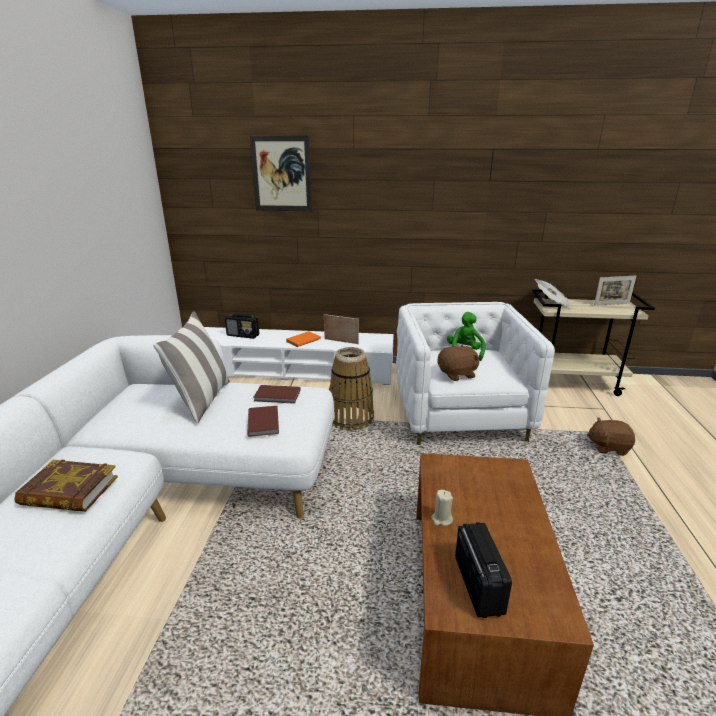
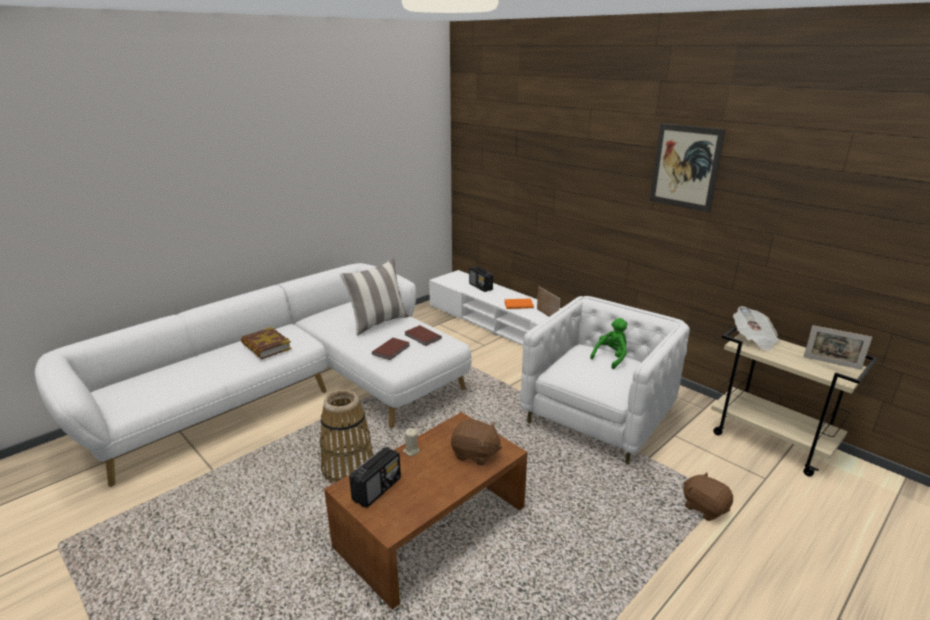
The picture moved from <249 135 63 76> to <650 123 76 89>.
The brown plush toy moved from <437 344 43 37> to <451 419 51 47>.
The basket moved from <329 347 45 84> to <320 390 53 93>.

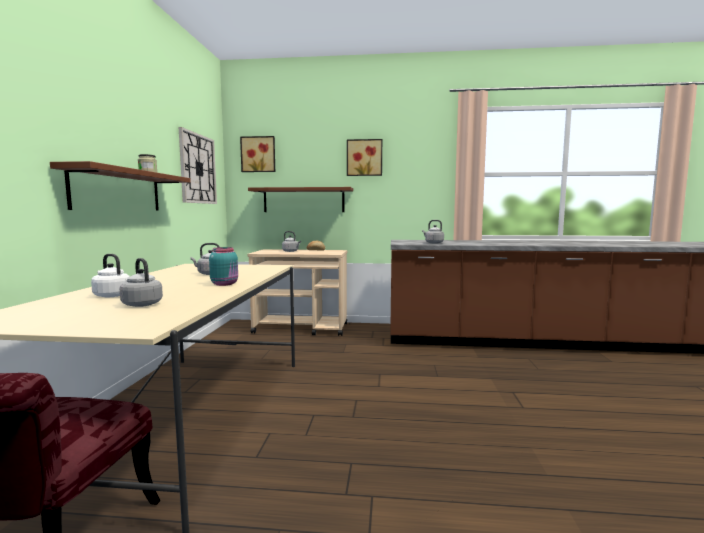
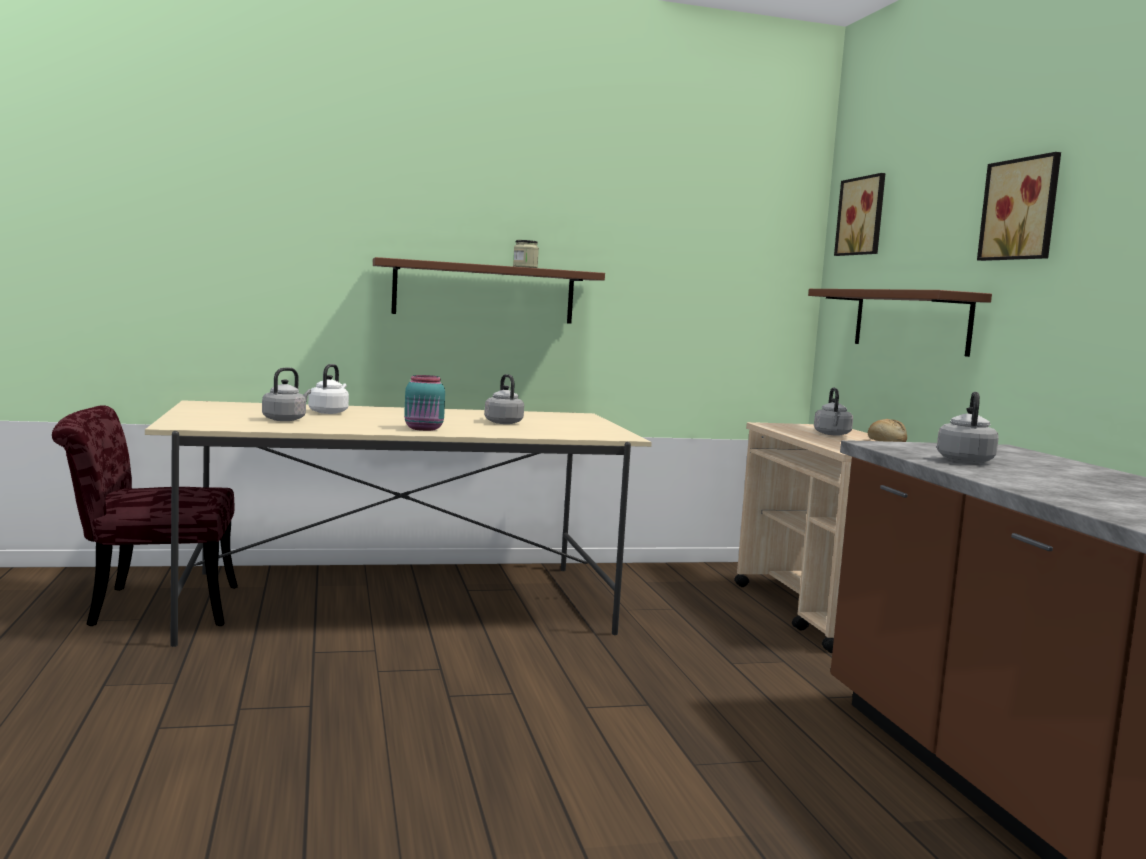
The wall clock at <179 127 38 77> disappeared.

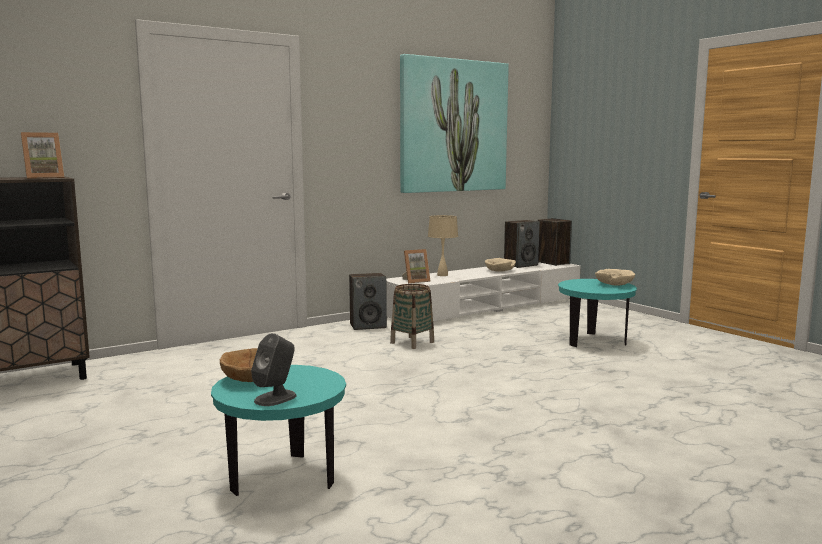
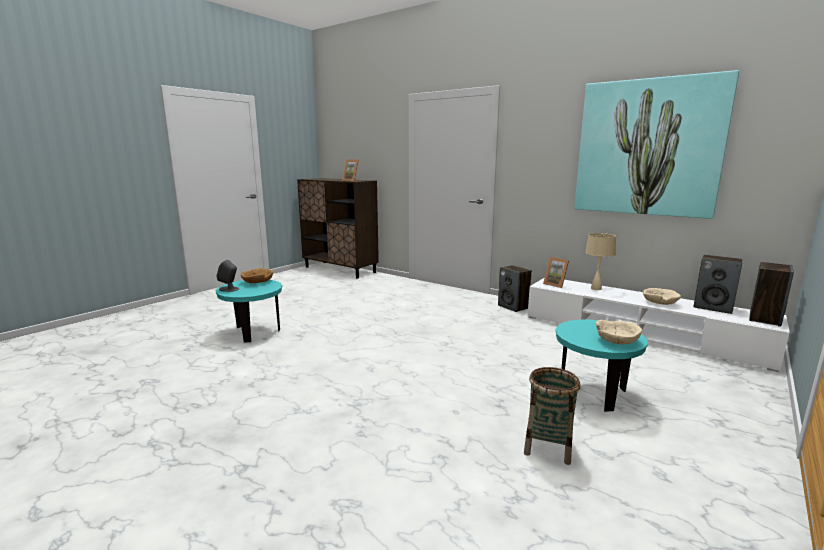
The basket moved from <390 284 44 65> to <524 367 57 98>.

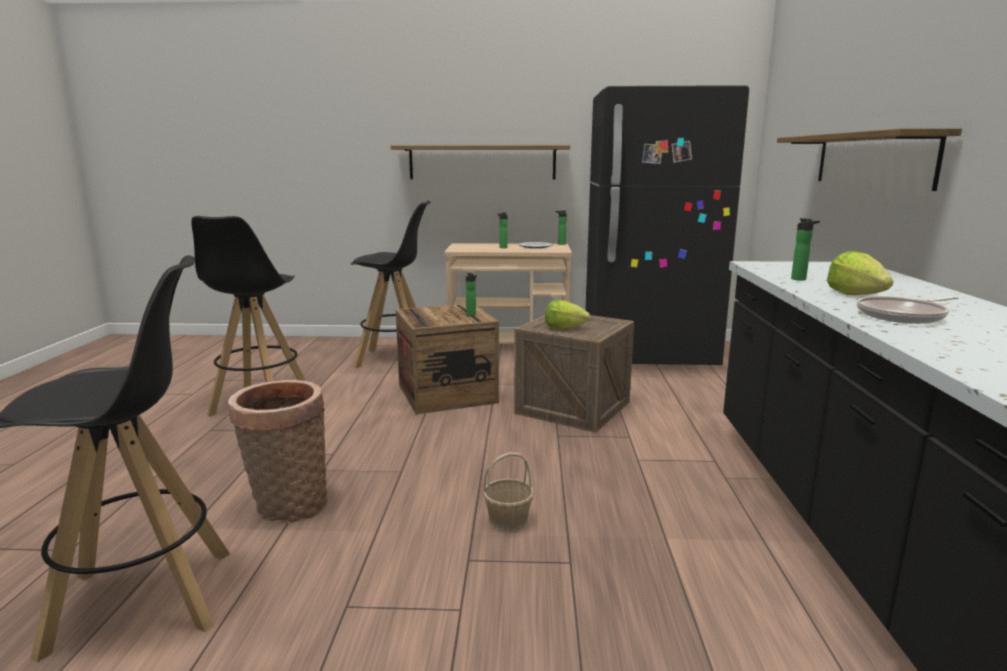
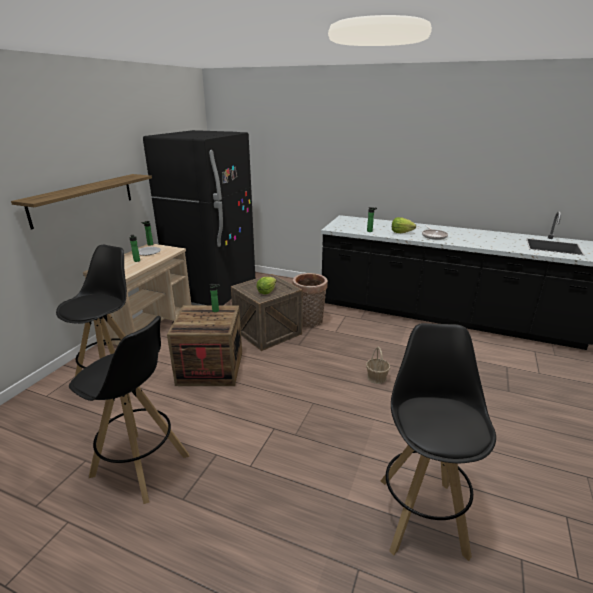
The shelf at <777 128 185 63> disappeared.
The basket moved from <228 380 100 143> to <293 273 35 54>.

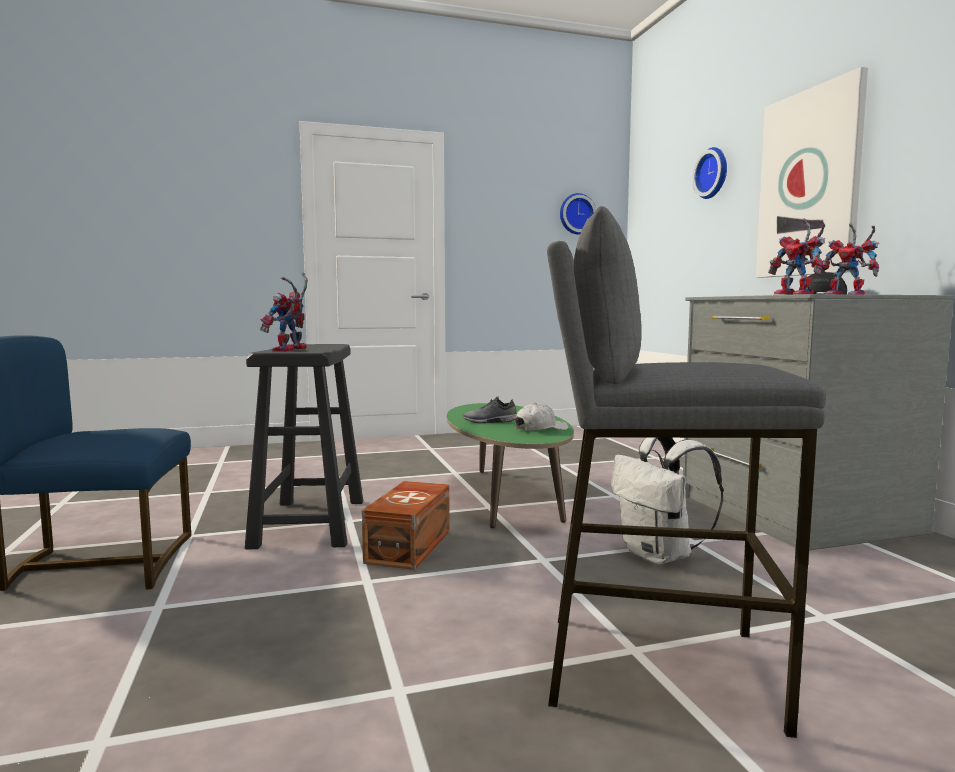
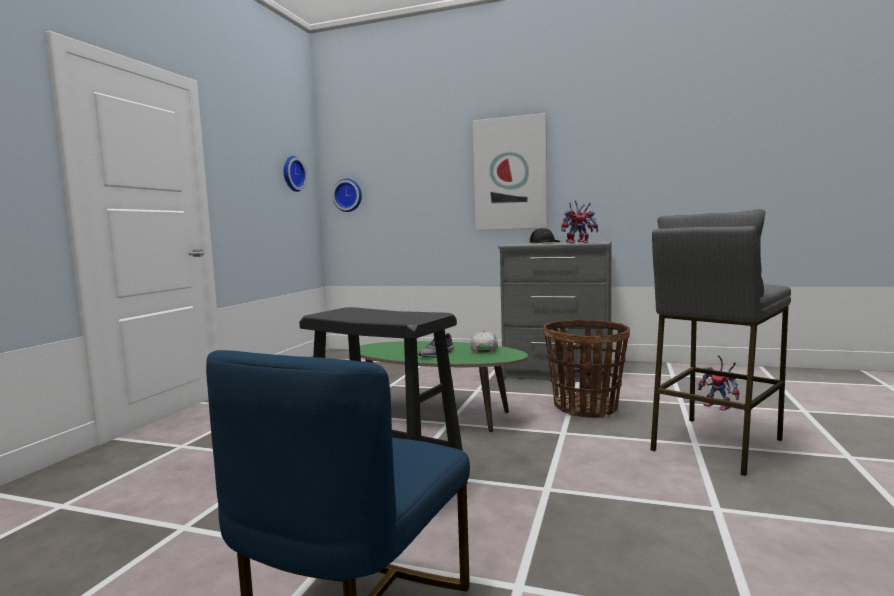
The wall clock moved from <692 147 35 52> to <332 179 30 33>.
The toy robot moved from <260 273 48 78> to <698 355 42 56>.
The white backpack at <611 438 113 127> was replaced by the basket at <543 320 87 98>.
The brown storage box at <362 481 88 89> disappeared.

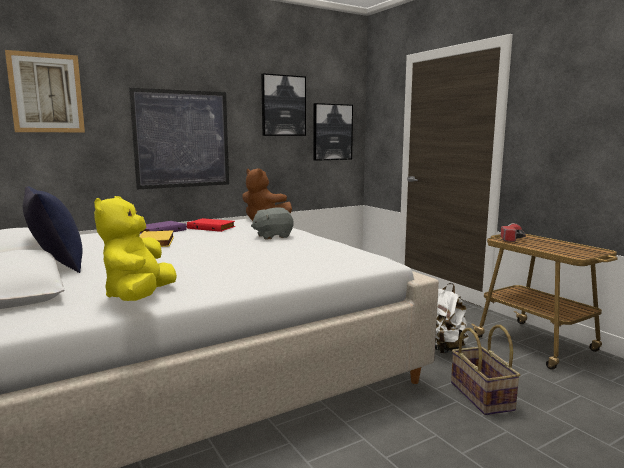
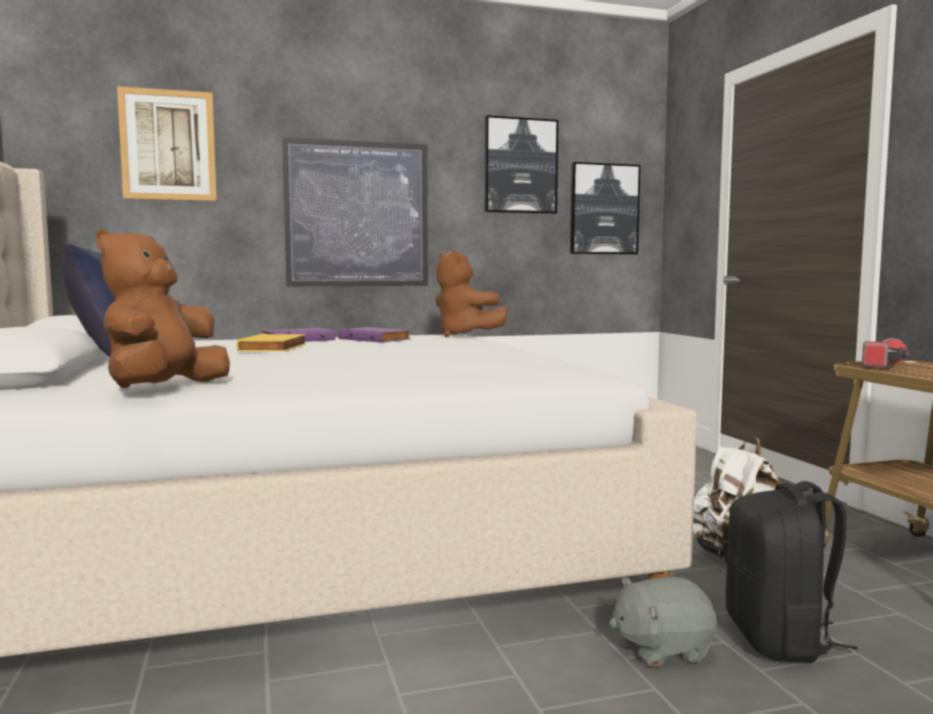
The yellow plush toy at <94 196 83 105> became the brown plush toy at <96 229 134 159>.
The grey plush toy moved from <251 208 42 32> to <609 577 108 89>.
The red book at <187 218 48 14> became the purple book at <338 327 73 16>.
The basket at <451 325 69 90> was replaced by the black backpack at <726 481 132 182>.

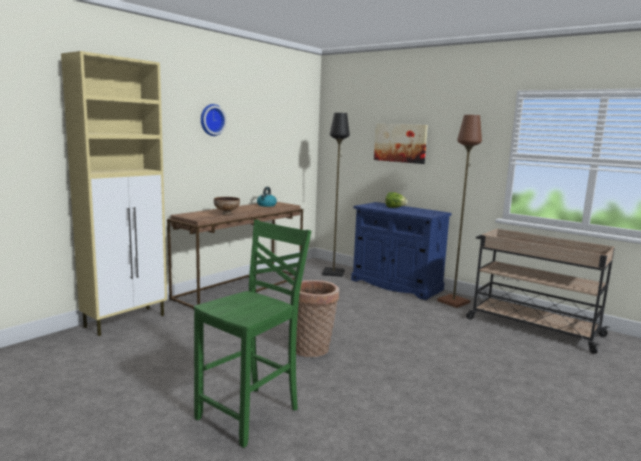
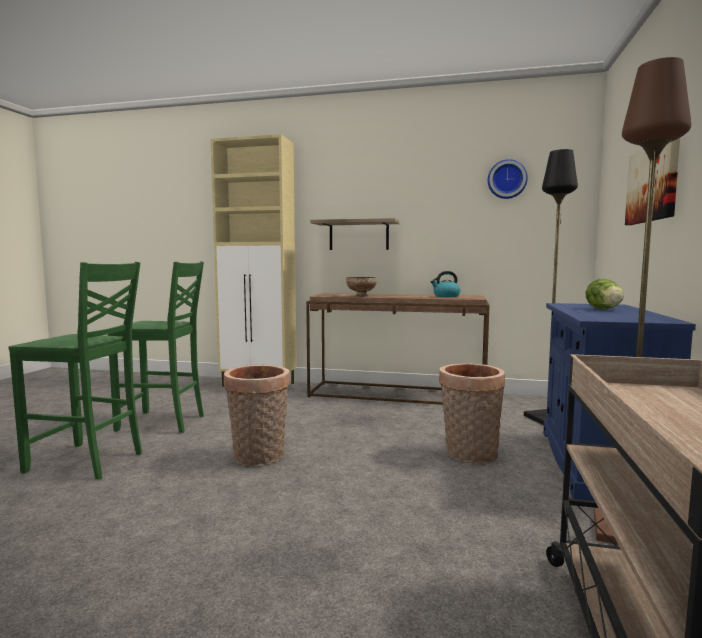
The wall clock moved from <201 104 25 32> to <488 159 40 40>.
The shelf at <310 218 90 32> appeared.
The green chair at <108 261 96 172> appeared.
The basket at <439 363 66 101> appeared.

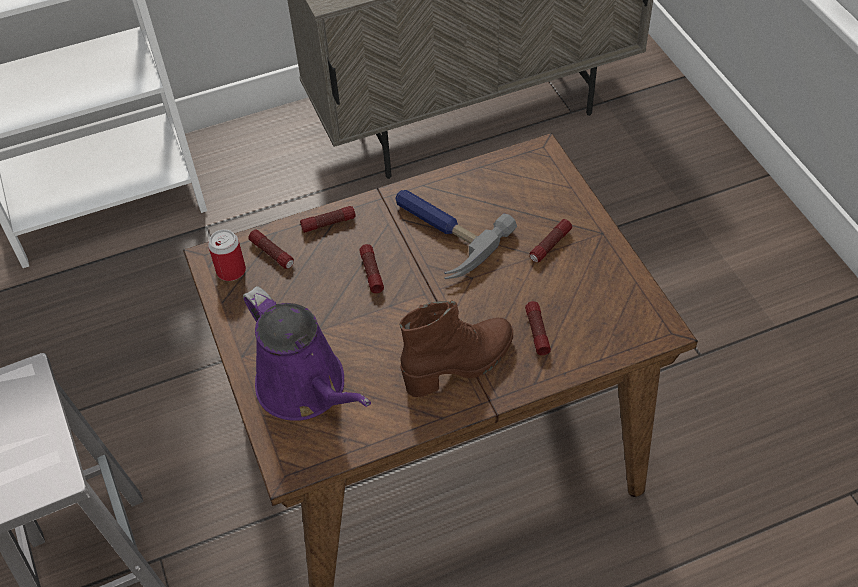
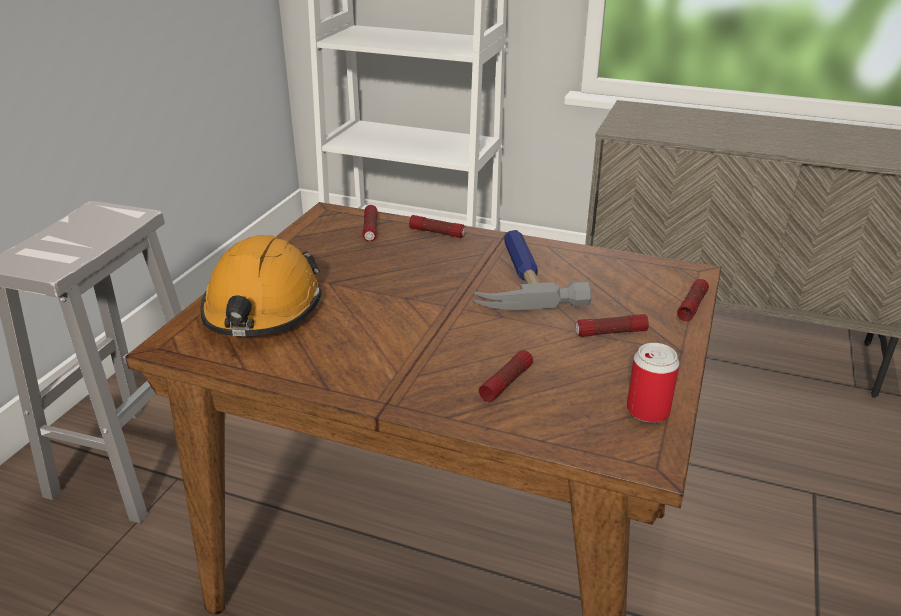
The can moved from <208 229 38 52> to <627 343 52 80>.
The flashlight moved from <359 244 25 49> to <677 279 32 42>.
The purple watering can at <243 286 128 135> was replaced by the orange hard hat at <201 235 121 101>.
The brown boot at <399 301 114 96> disappeared.

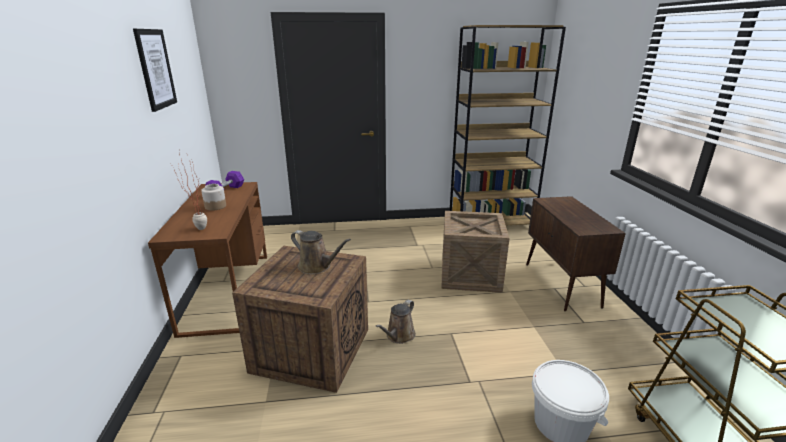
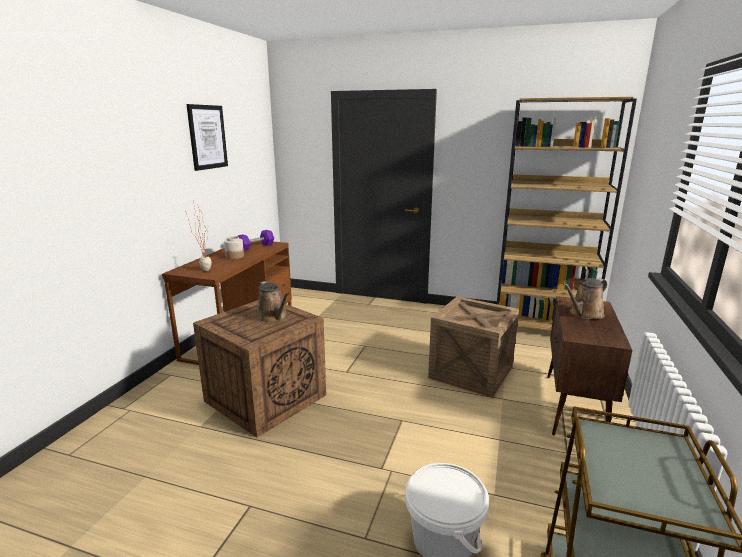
The brown watering can moved from <375 300 41 44> to <563 278 44 41>.

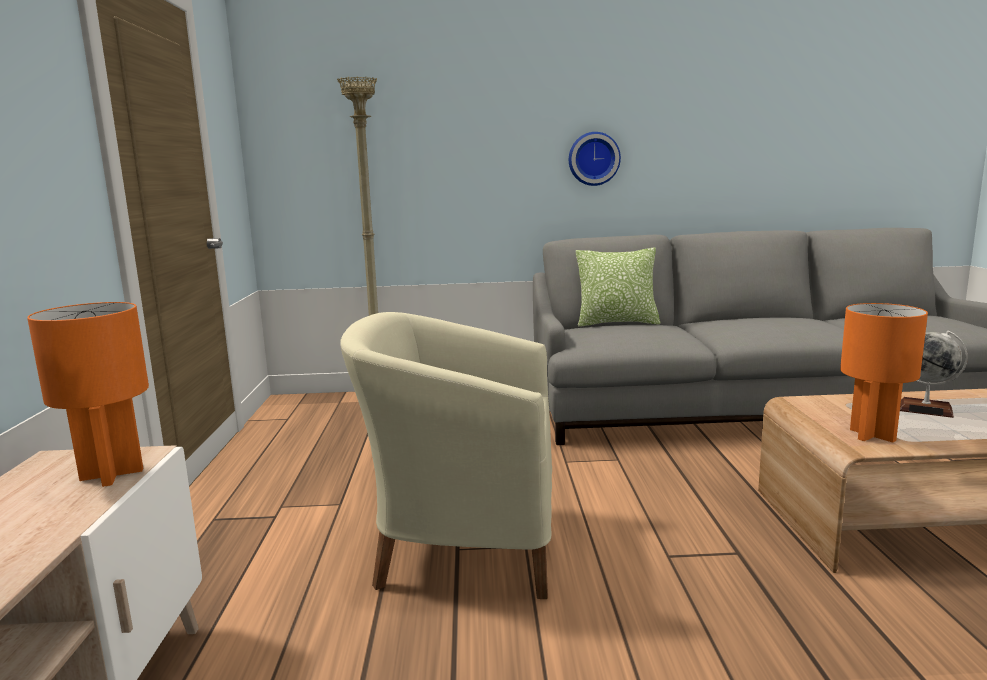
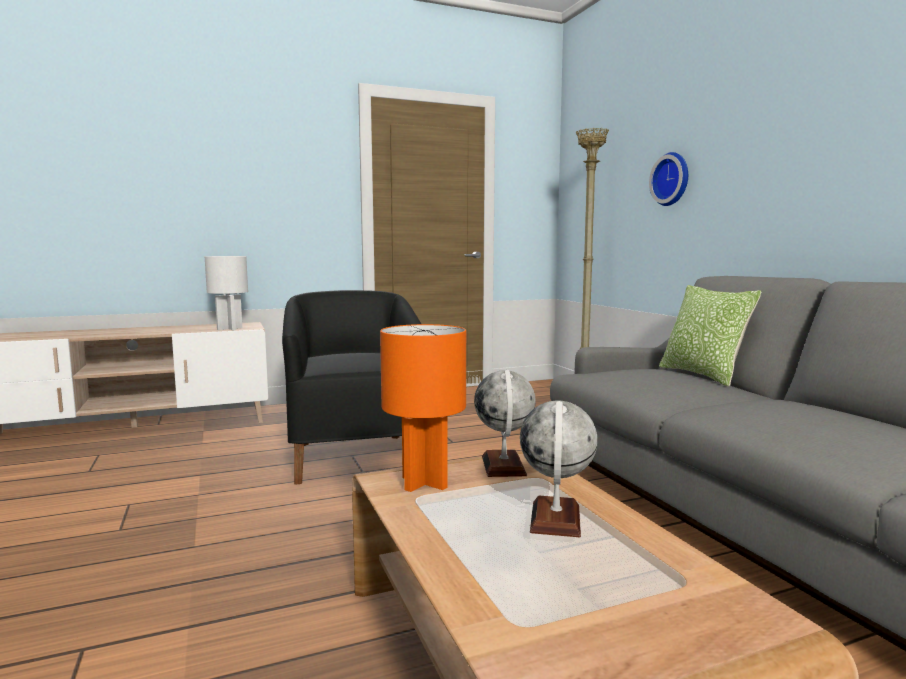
The wall clock moved from <569 132 52 54> to <649 152 39 54>.
The orange table lamp at <27 302 122 185> became the white table lamp at <205 256 43 74>.
The beige armchair at <341 312 211 287> became the black armchair at <282 290 139 195>.
The globe at <474 370 62 107> appeared.

